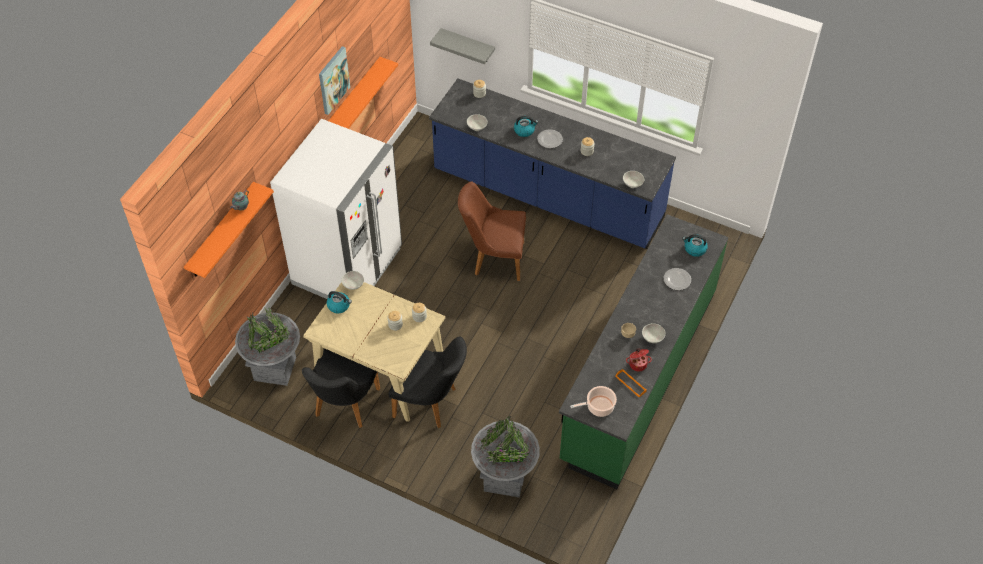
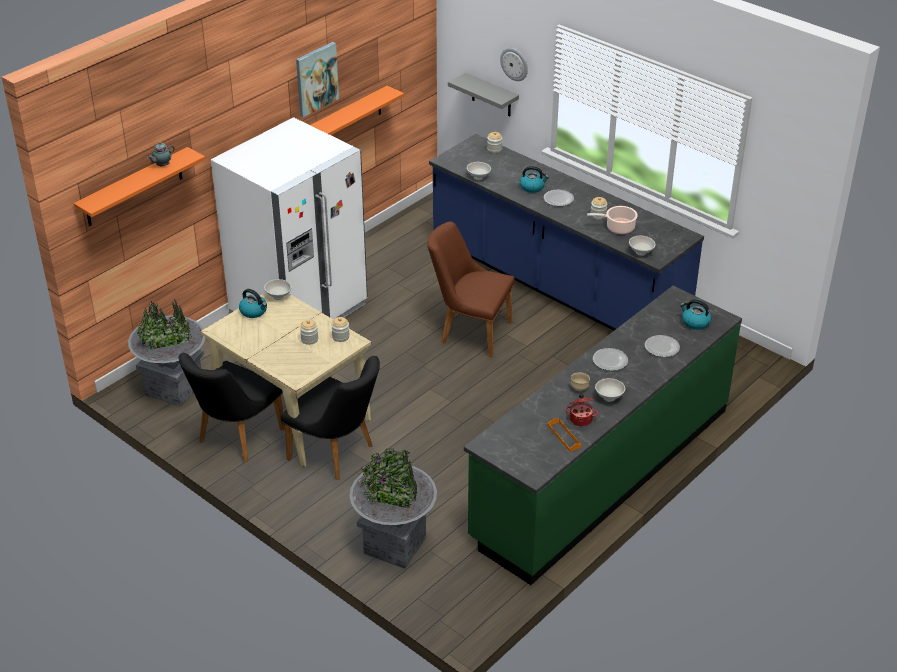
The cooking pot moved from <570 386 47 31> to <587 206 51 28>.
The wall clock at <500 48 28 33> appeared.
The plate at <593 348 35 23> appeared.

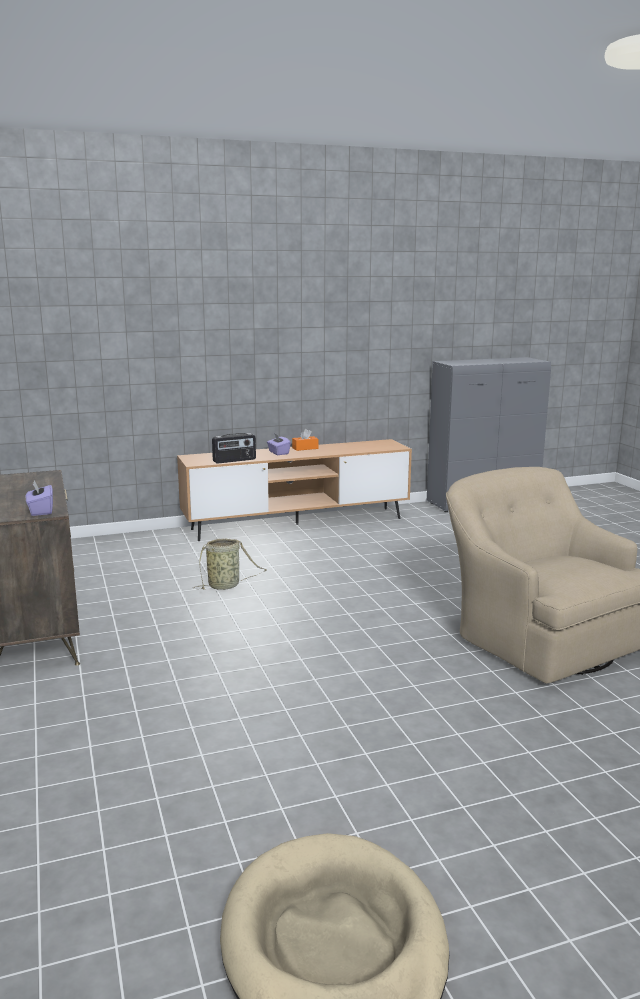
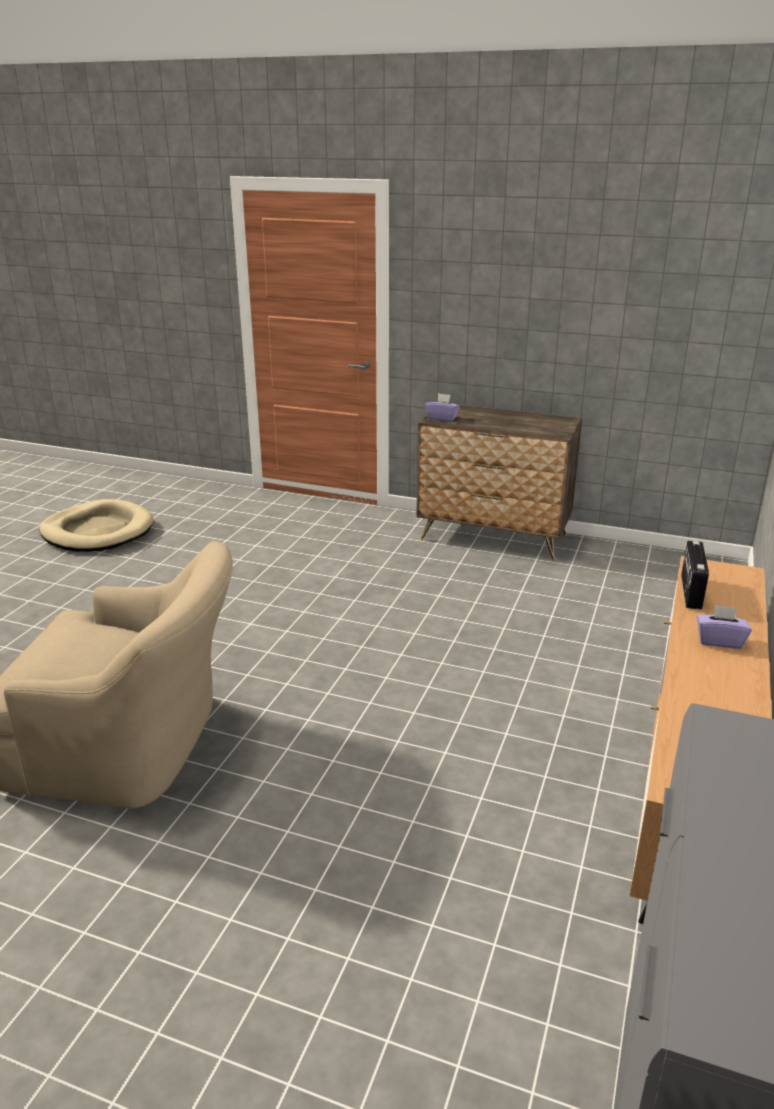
The orange tissue box at <292 429 26 22> disappeared.
The basket at <193 538 74 52> disappeared.

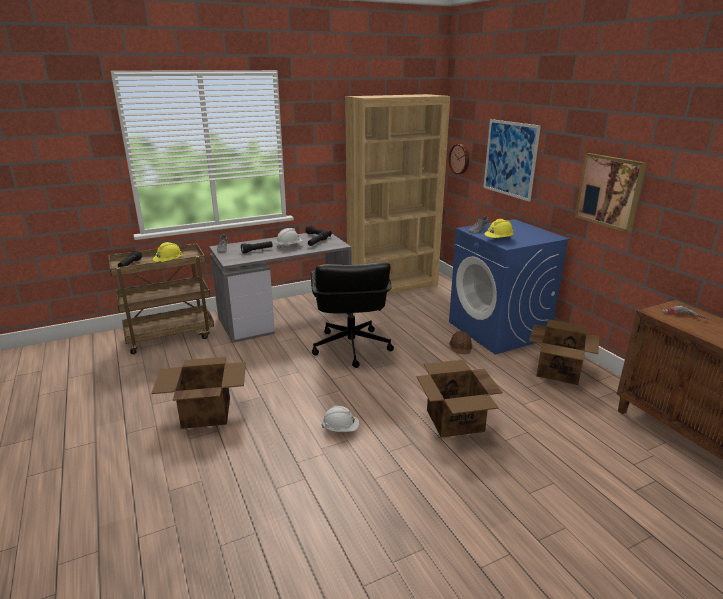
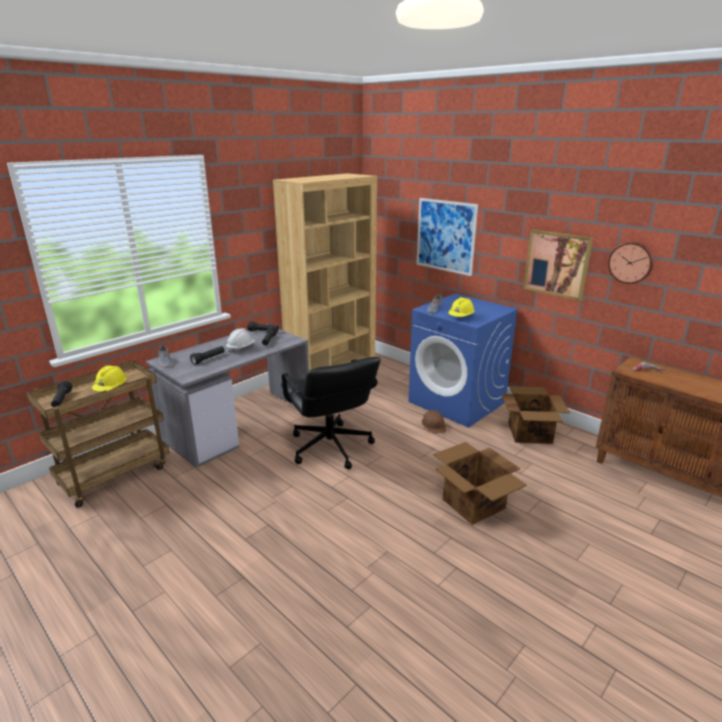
The wall clock moved from <449 144 20 30> to <608 242 46 42>.
The cardboard box at <151 357 95 72> disappeared.
The white hard hat at <321 406 38 26> disappeared.

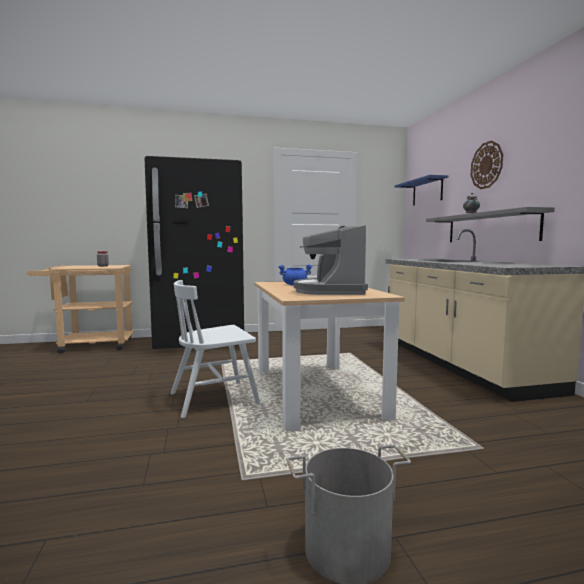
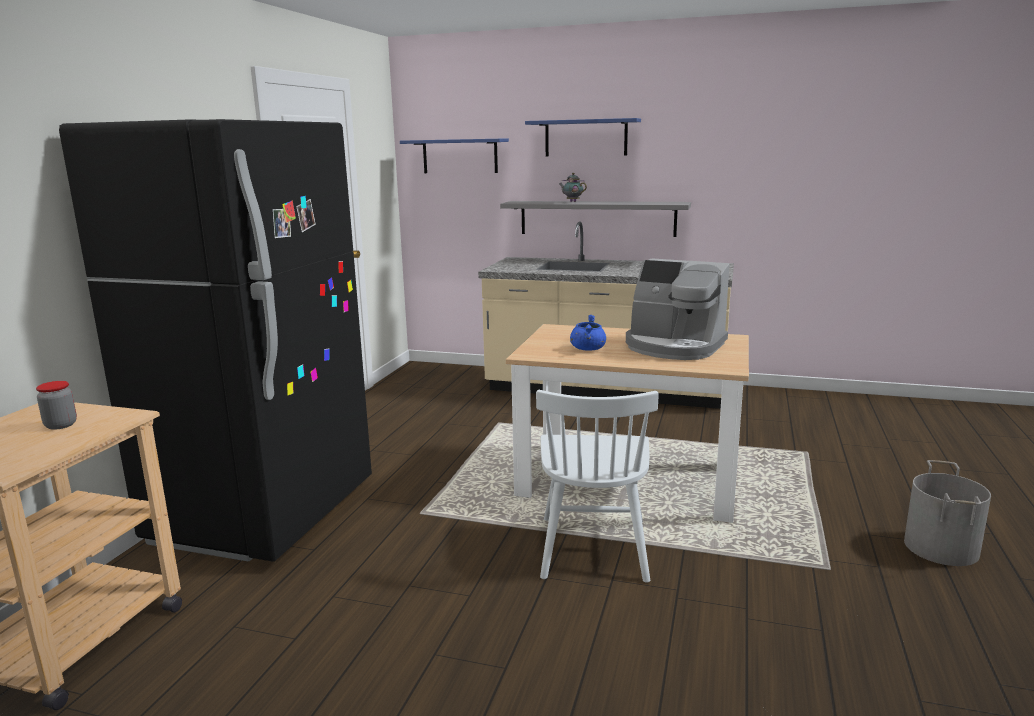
The wall clock at <471 140 32 49> was replaced by the blue shelf at <525 118 116 39>.

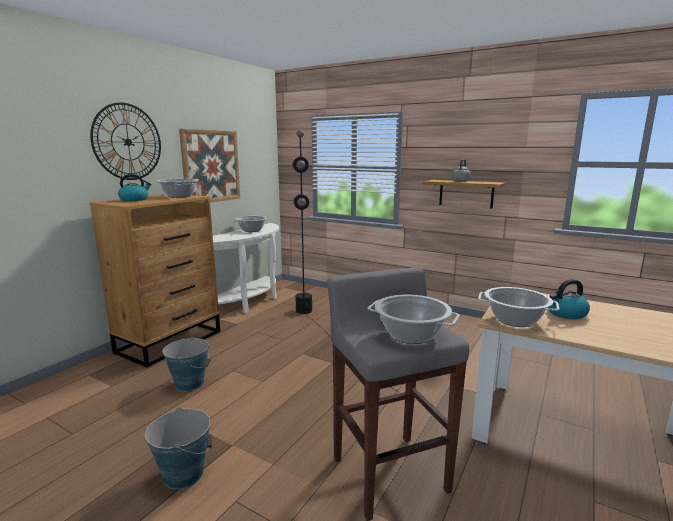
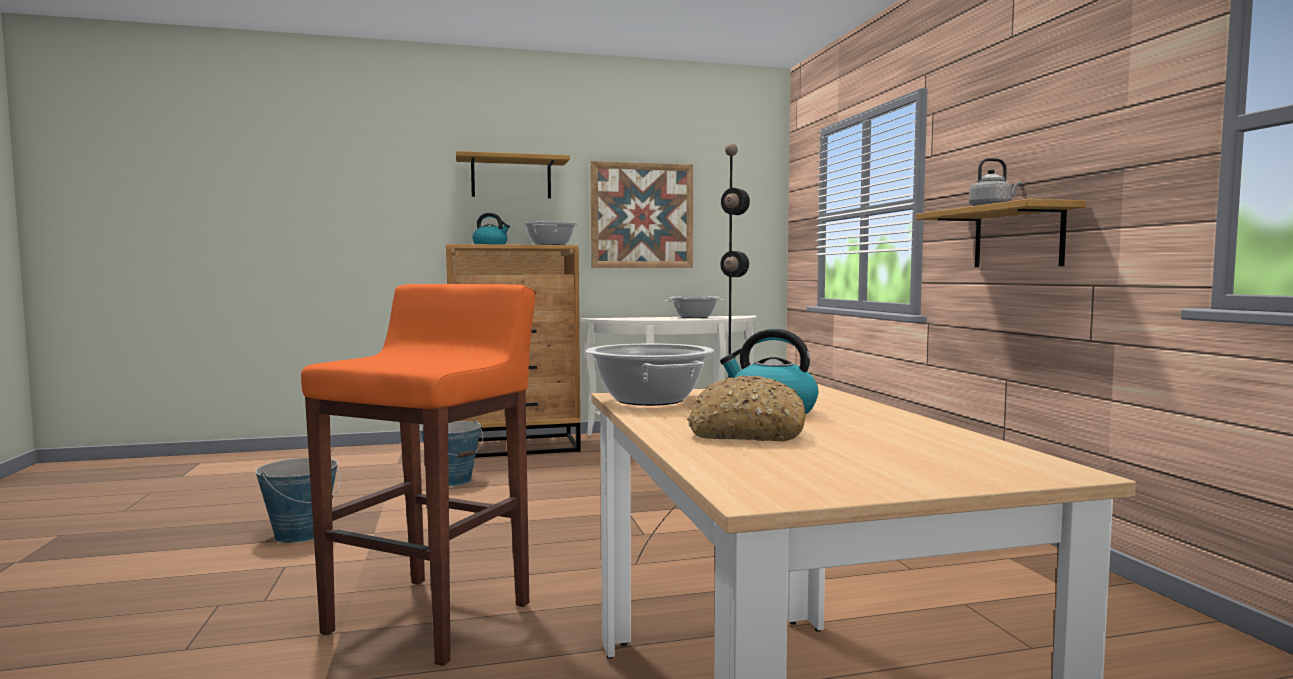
The wall clock at <90 102 71 78> was replaced by the shelf at <456 151 114 47>.
The grey stool at <327 268 142 253> became the orange stool at <301 284 234 382>.
The cooking pot at <367 295 93 49> disappeared.
The bread at <687 376 118 65> appeared.

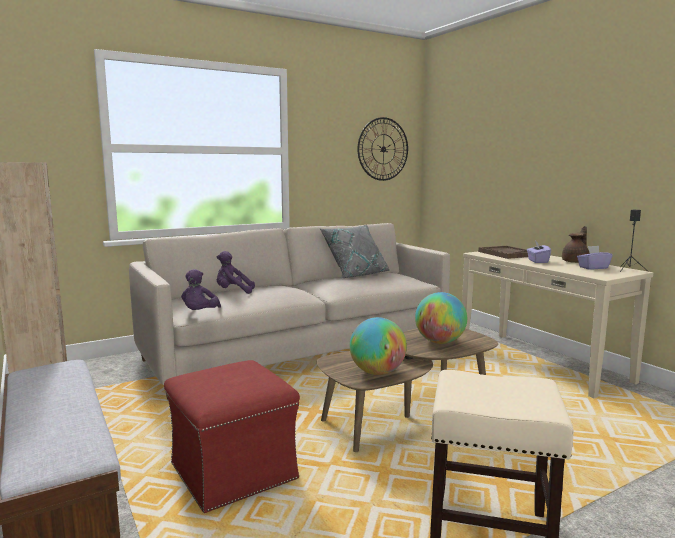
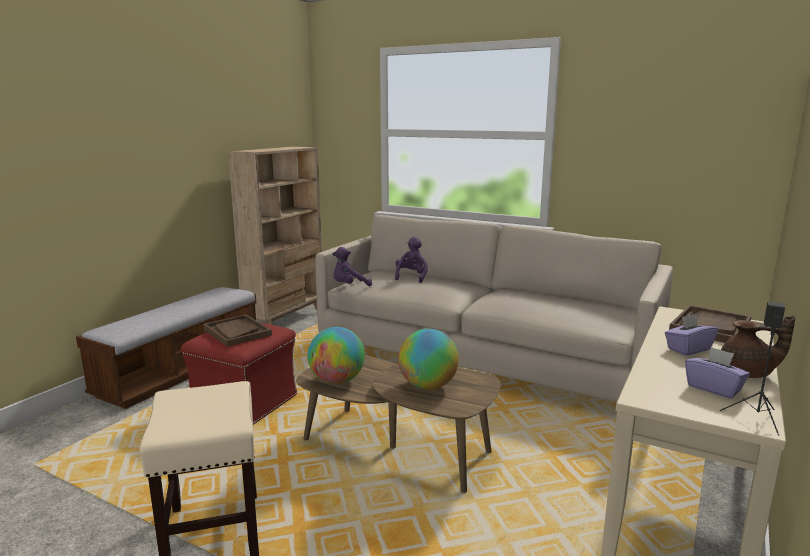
The wall clock at <358 117 50 64> disappeared.
The grey pillow at <319 225 71 53> disappeared.
The purple plush toy at <216 251 39 43> turned 45 degrees clockwise.
The brown tray at <203 314 69 33> appeared.

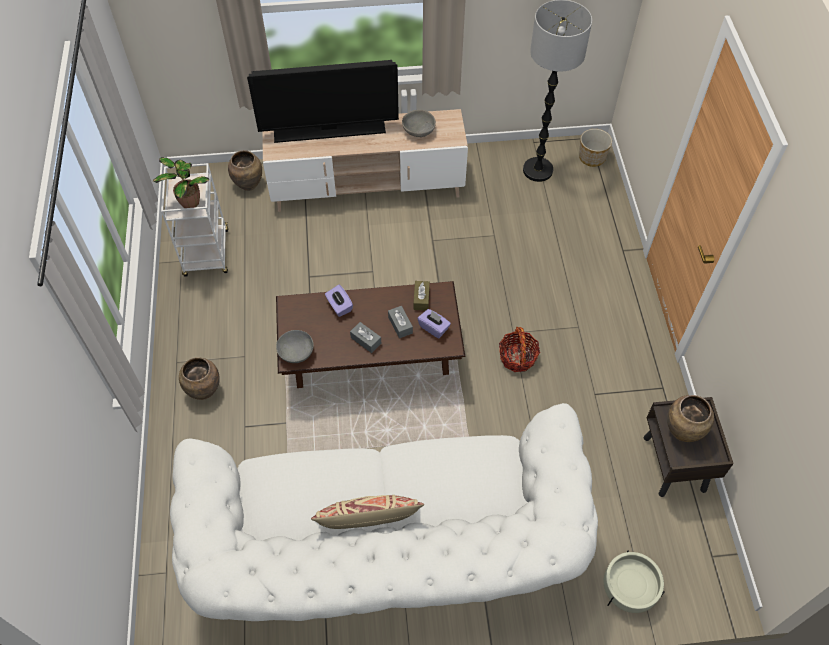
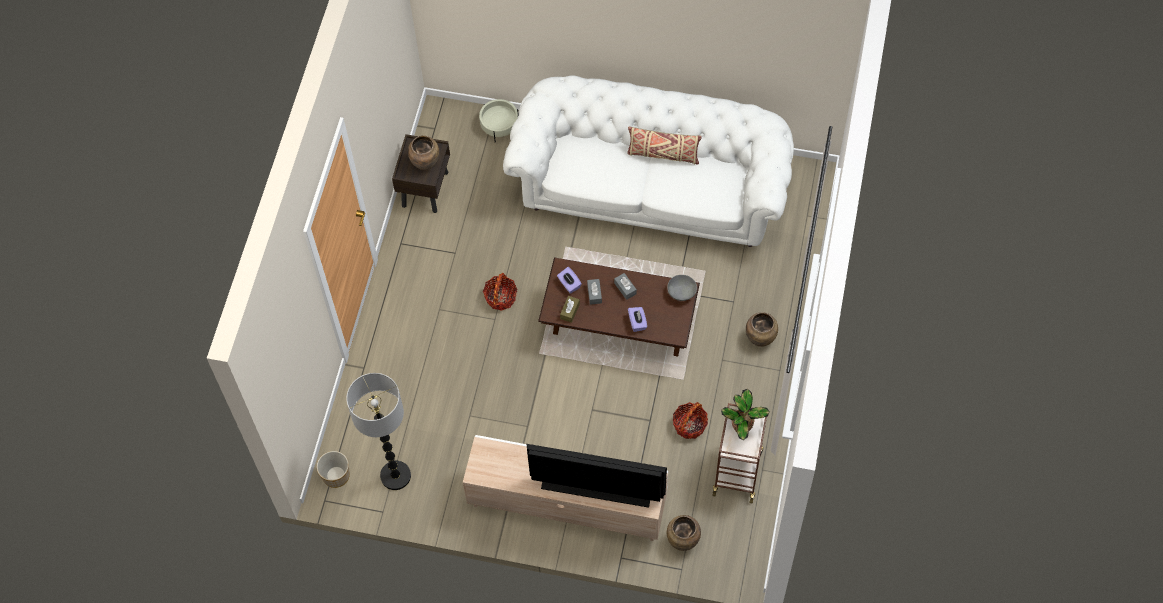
The grey bowl at <402 110 34 27> disappeared.
The white cart at <161 163 68 114> became the brown cart at <712 403 55 100>.
The basket at <673 402 35 37> appeared.

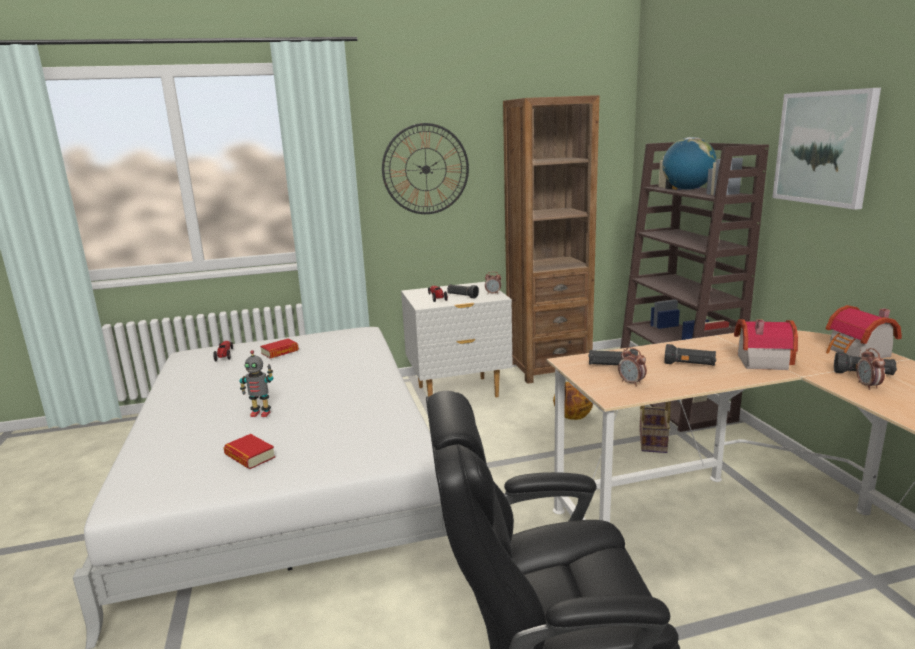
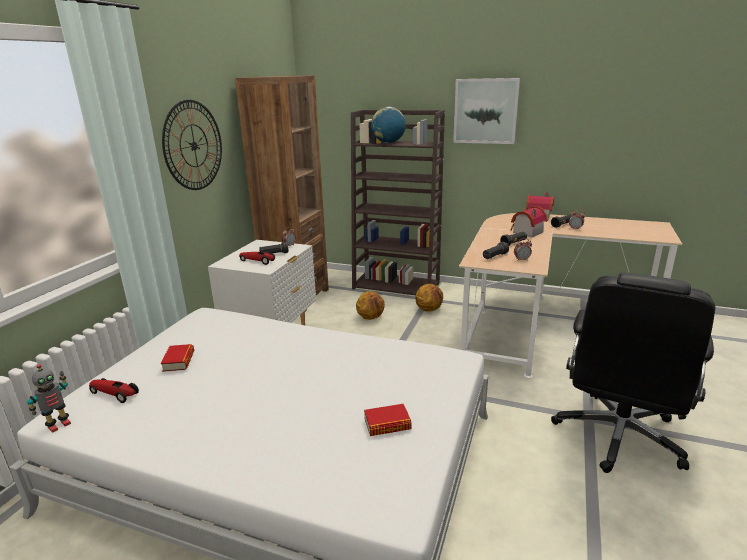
The toy robot moved from <239 350 34 67> to <27 364 44 69>.
The basket at <639 401 32 52> was replaced by the basketball at <415 284 28 28>.

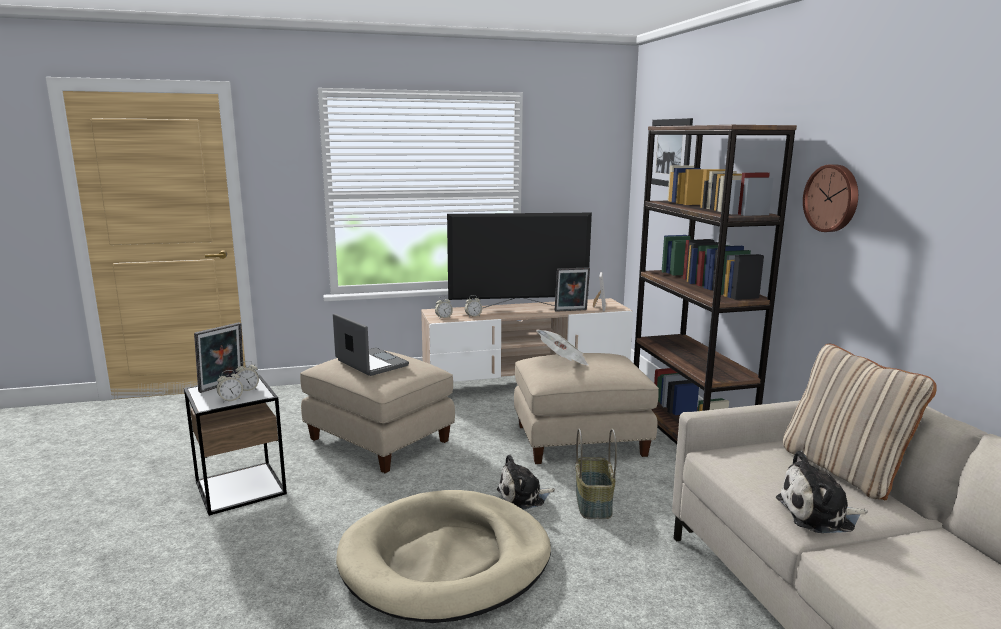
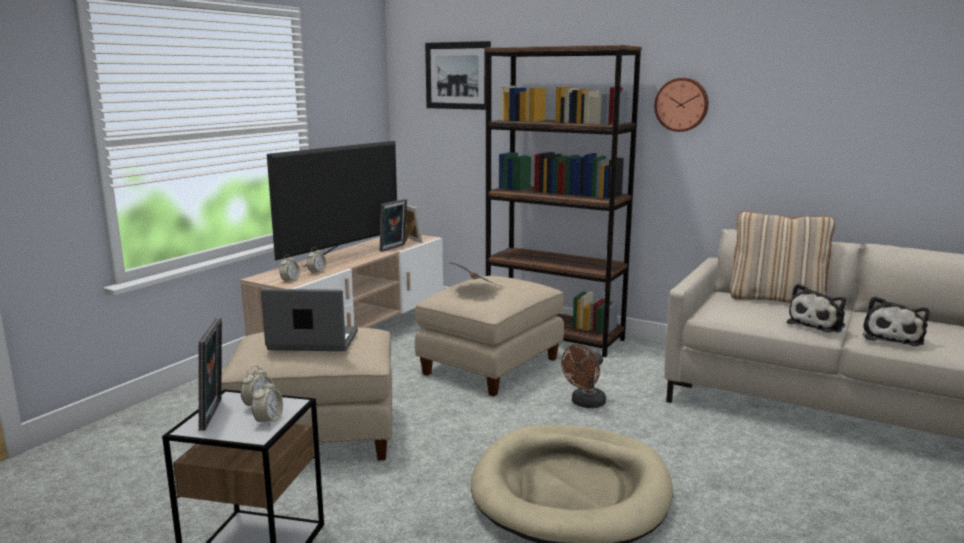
The basket at <575 428 42 91> was replaced by the brown fan at <561 344 45 64>.
The plush toy moved from <497 455 58 55> to <862 296 67 50>.

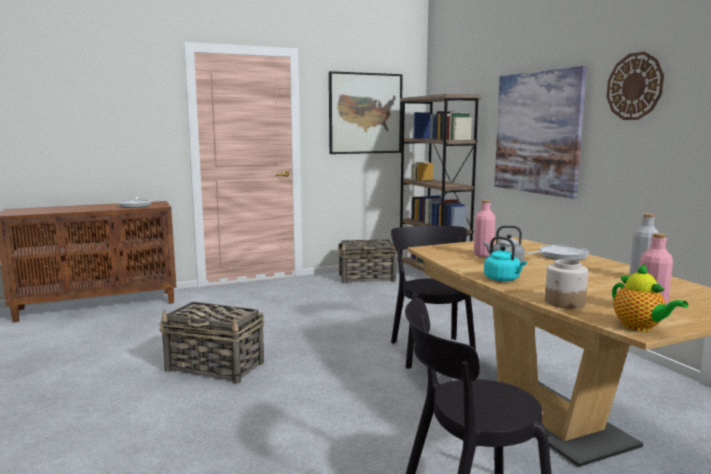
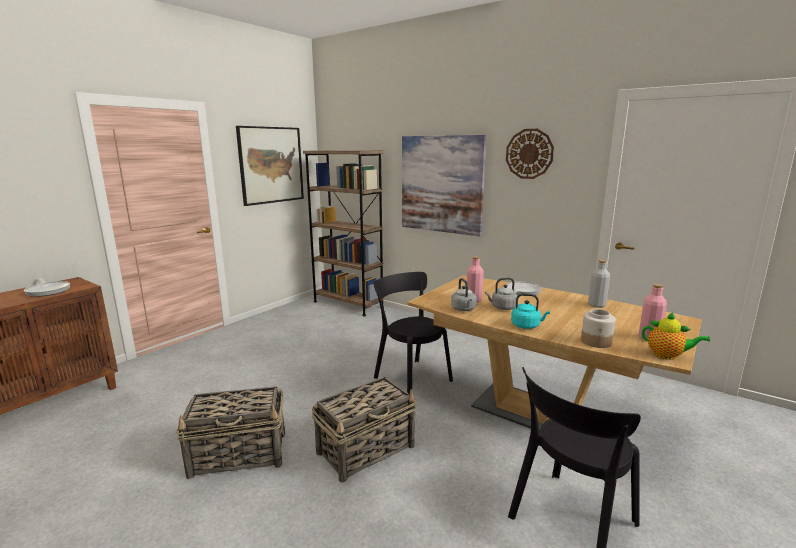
The basket moved from <338 239 60 44> to <312 377 105 106>.
The grey kettle at <451 278 26 33> appeared.

